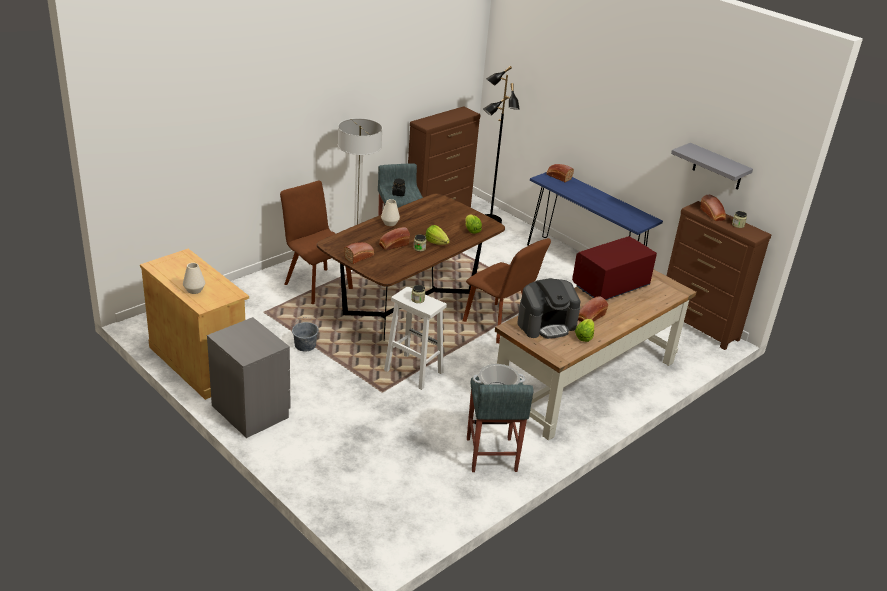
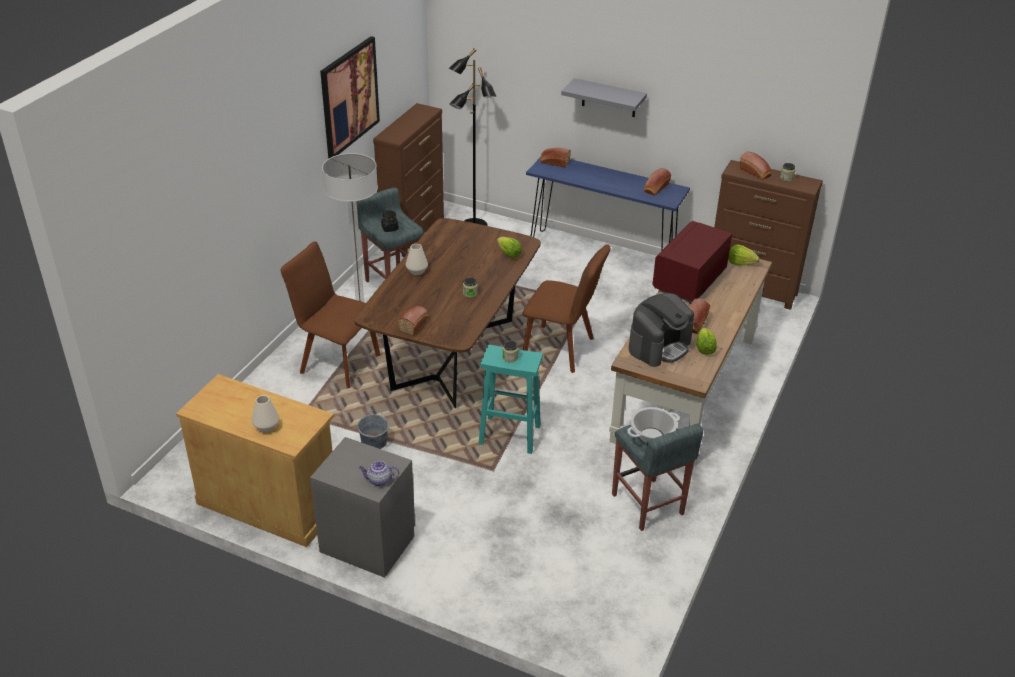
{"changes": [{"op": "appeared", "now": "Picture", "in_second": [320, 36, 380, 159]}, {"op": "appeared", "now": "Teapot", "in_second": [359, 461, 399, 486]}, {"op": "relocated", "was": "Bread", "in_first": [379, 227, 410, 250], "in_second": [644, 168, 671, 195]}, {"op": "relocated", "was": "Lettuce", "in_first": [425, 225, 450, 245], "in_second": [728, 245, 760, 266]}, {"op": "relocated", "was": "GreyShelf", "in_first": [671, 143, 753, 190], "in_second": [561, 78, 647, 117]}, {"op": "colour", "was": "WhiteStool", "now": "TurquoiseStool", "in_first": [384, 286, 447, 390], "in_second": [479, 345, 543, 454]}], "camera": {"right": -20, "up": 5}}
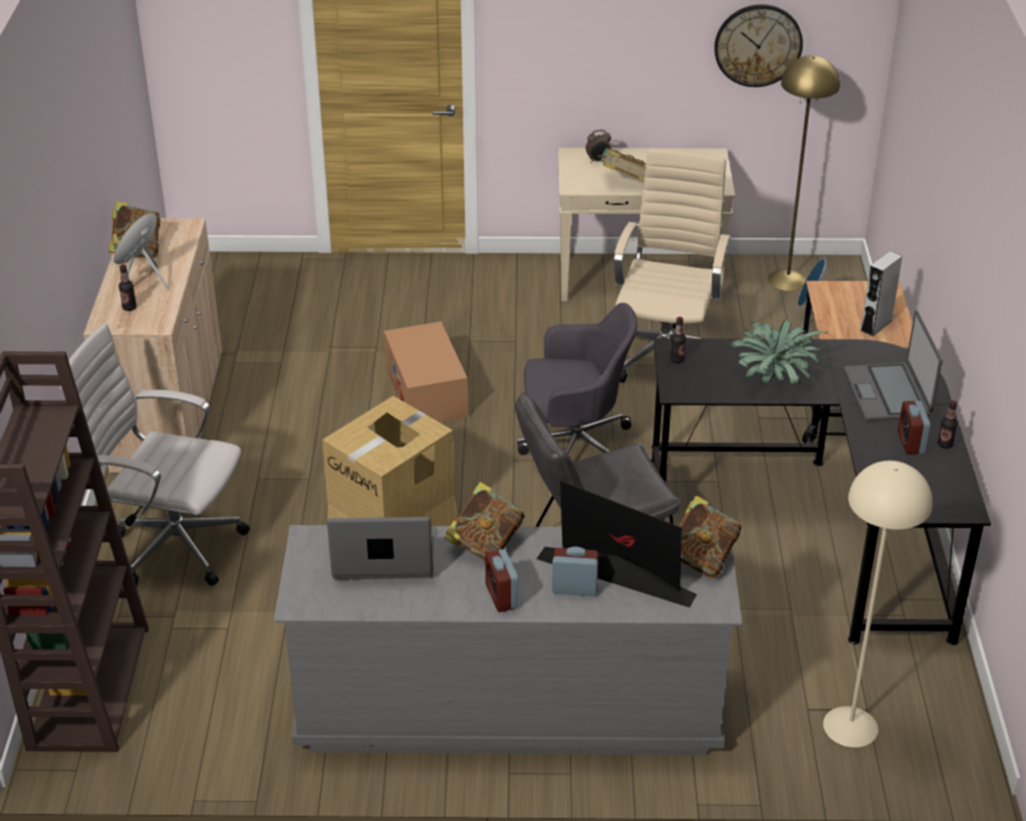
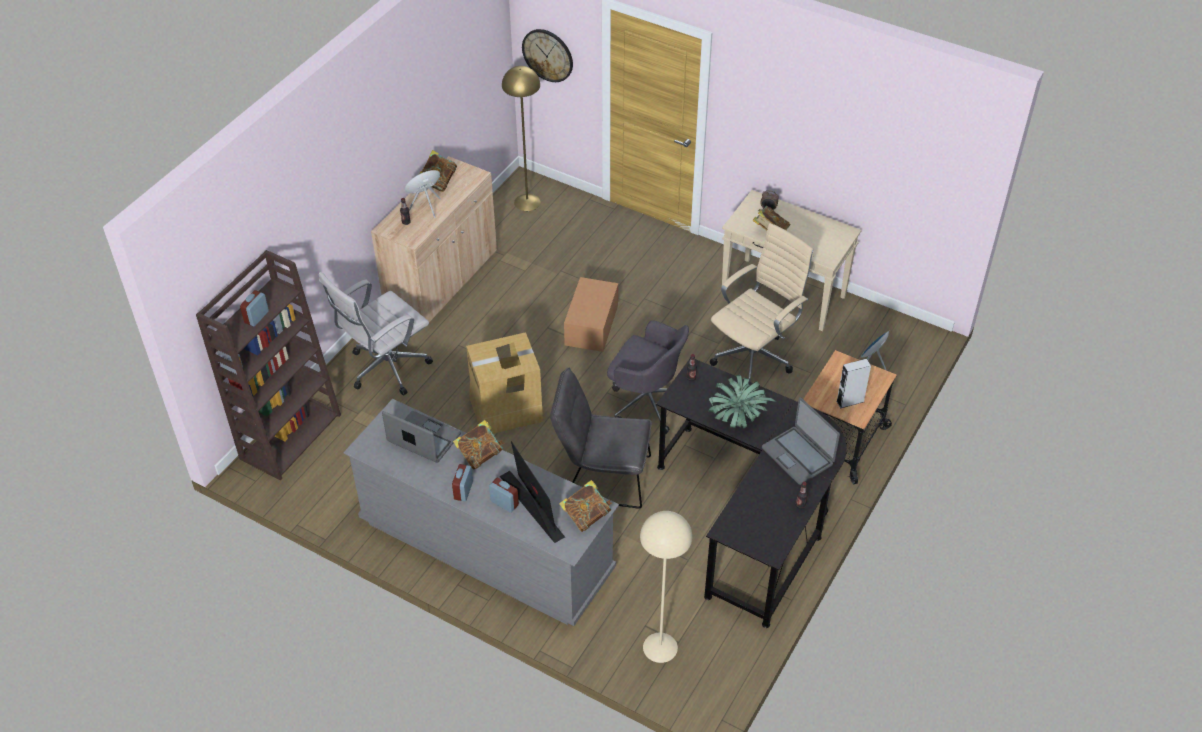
{"changes": [{"op": "relocated", "was": "WallClock", "in_first": [714, 4, 803, 87], "in_second": [522, 29, 573, 82]}, {"op": "relocated", "was": "YellowFloorLamp", "in_first": [768, 55, 840, 291], "in_second": [502, 66, 541, 211]}, {"op": "relocated", "was": "AlarmClock", "in_first": [898, 401, 930, 455], "in_second": [240, 290, 269, 326]}, {"op": "spun", "was": "WhiteOfficeChair", "in_first": [60, 323, 250, 586], "in_second": [319, 272, 433, 395], "clockwise": -90}, {"op": "spun", "was": "Laptop", "in_first": [844, 310, 943, 421], "in_second": [762, 397, 840, 485], "clockwise": -60}], "camera": {"right": 30, "up": 10}}
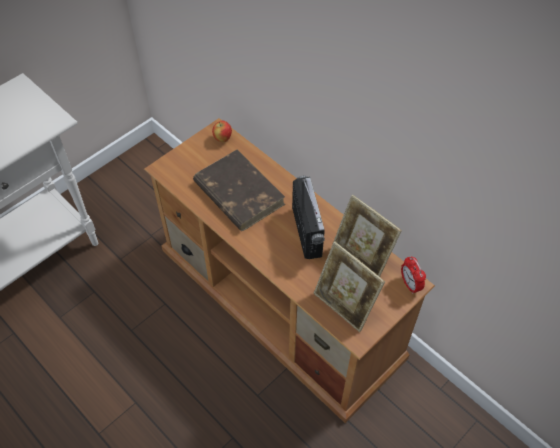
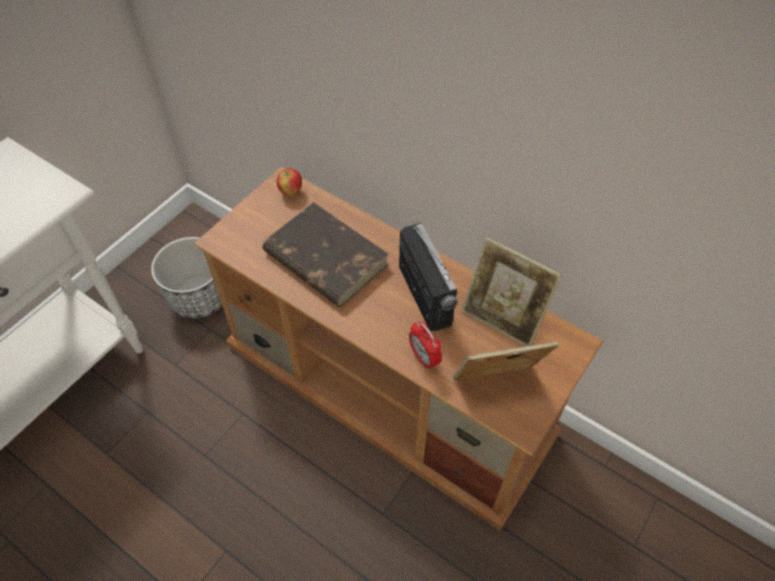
{"changes": [{"op": "appeared", "now": "Planter", "in_second": [151, 237, 222, 319]}, {"op": "relocated", "was": "AlarmClock", "in_first": [401, 256, 426, 294], "in_second": [409, 321, 442, 370]}, {"op": "spun", "was": "PictureFrame", "in_first": [314, 241, 385, 332], "in_second": [453, 342, 559, 380], "clockwise": 135}], "camera": {"right": -10, "up": 0}}
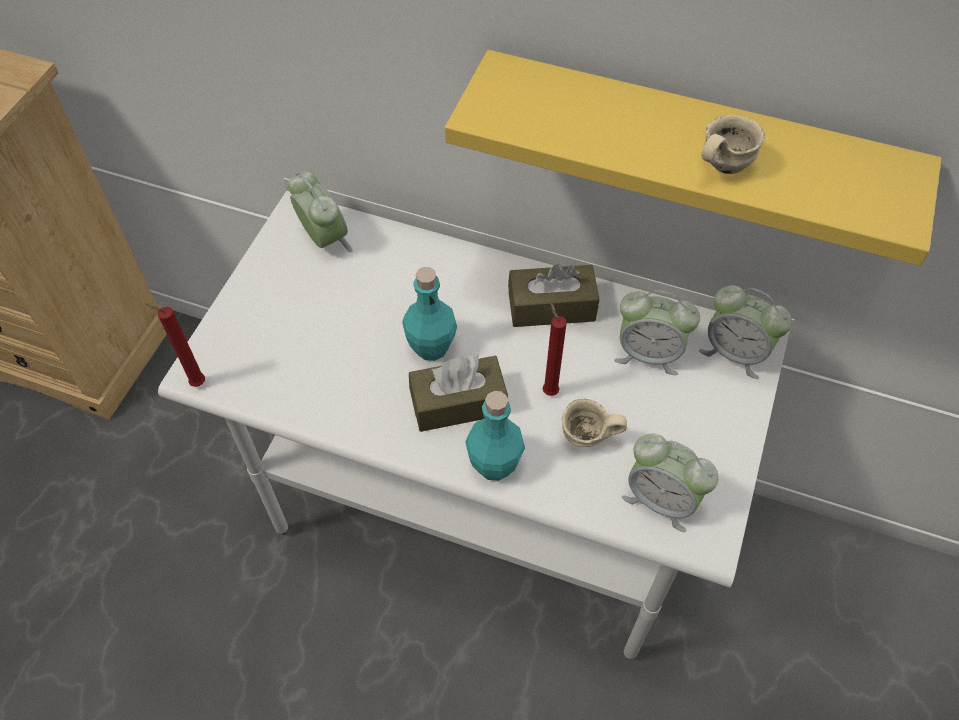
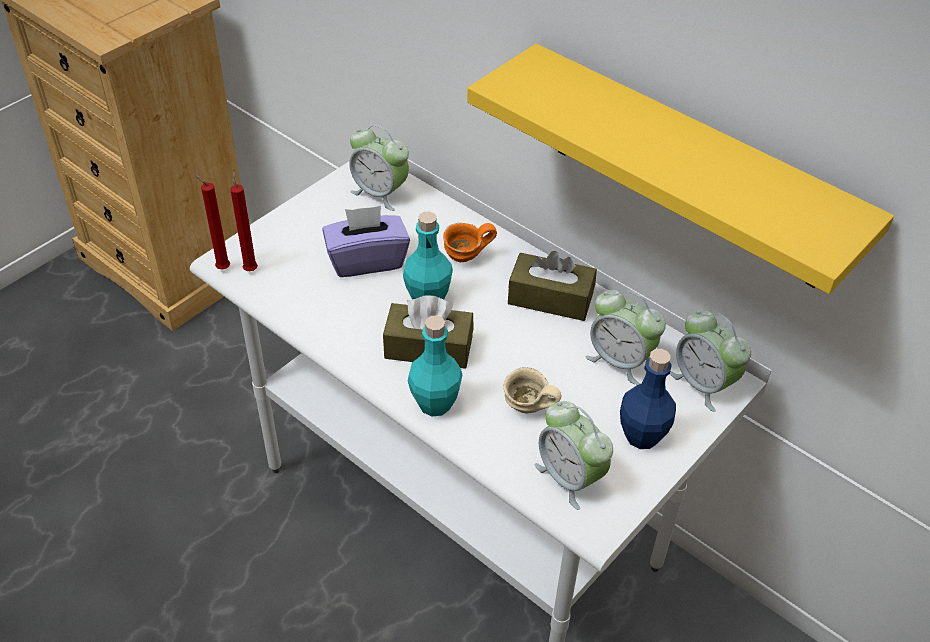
{"changes": [{"op": "missing", "was": "BeigeMug", "in_first": [701, 115, 765, 174]}, {"op": "appeared", "now": "PurpleTissueBox", "in_second": [322, 206, 410, 277]}, {"op": "appeared", "now": "OrangeMug", "in_second": [443, 223, 497, 262]}, {"op": "appeared", "now": "BlueBottle", "in_second": [620, 349, 676, 449]}, {"op": "relocated", "was": "RedCandle", "in_first": [542, 302, 567, 396], "in_second": [230, 170, 258, 271]}, {"op": "spun", "was": "AlarmClock", "in_first": [288, 170, 353, 252], "in_second": [349, 125, 409, 211], "clockwise": 135}], "camera": {"right": 20, "up": -10}}
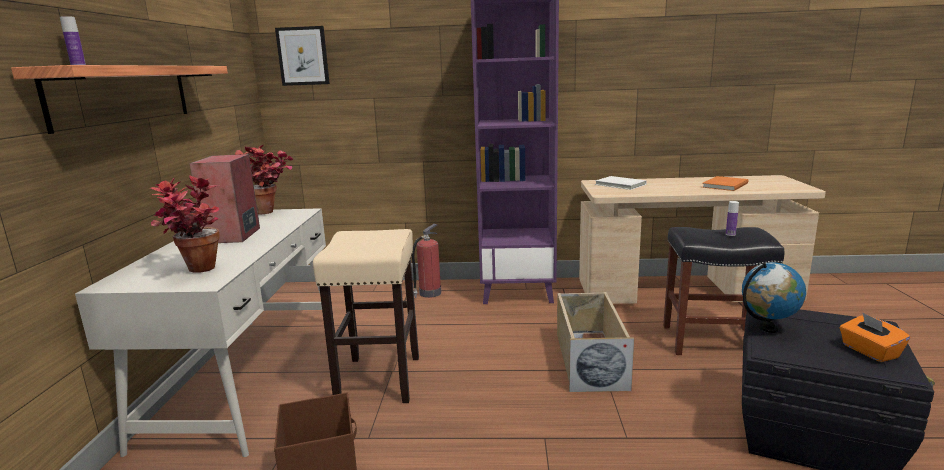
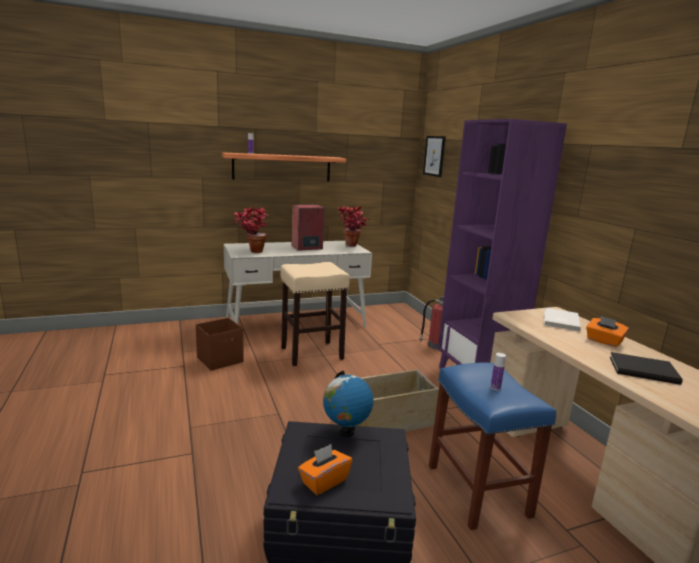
{"changes": [{"op": "appeared", "now": "OrangeTissueBox", "in_second": [586, 316, 629, 347]}, {"op": "colour", "was": "BlackStool", "now": "BlueStool", "in_first": [663, 227, 784, 355], "in_second": [429, 363, 556, 530]}, {"op": "colour", "was": "OrangeBook", "now": "BlackBook", "in_first": [702, 176, 749, 191], "in_second": [610, 352, 683, 385]}], "camera": {"right": 65, "up": 0}}
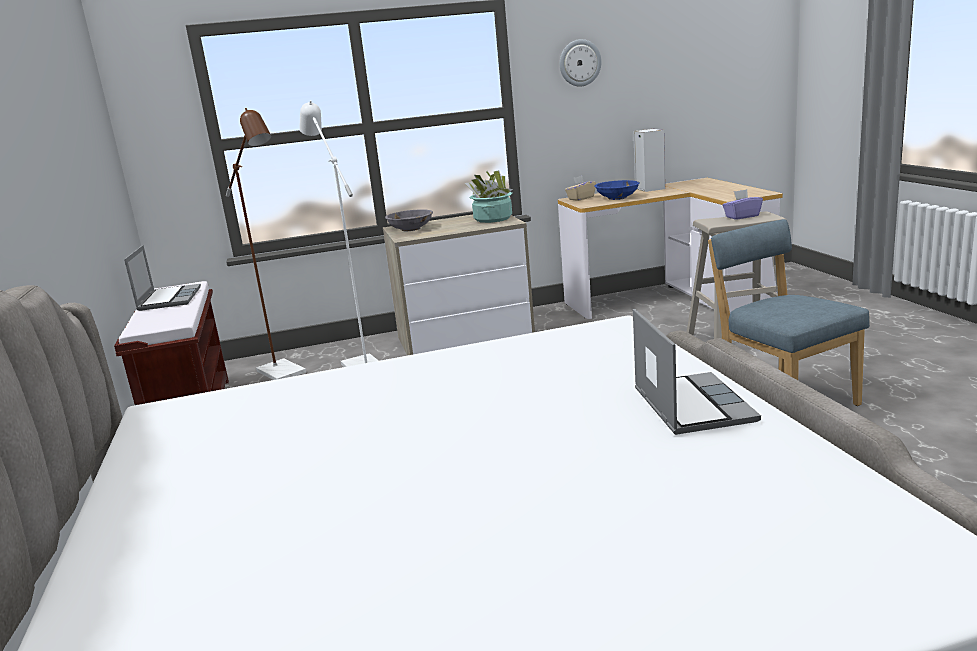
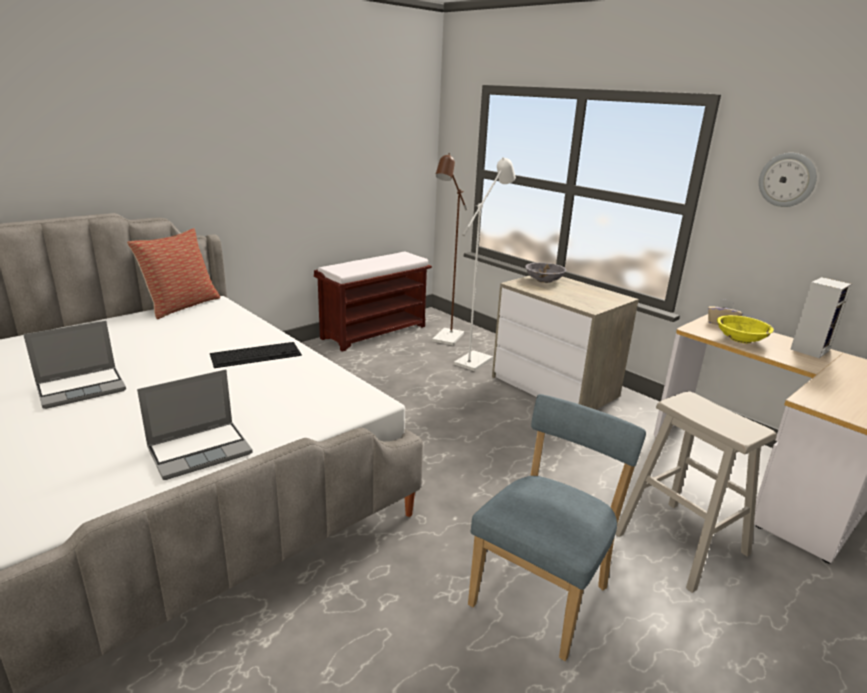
{"changes": [{"op": "missing", "was": "PottedPlant", "in_first": [465, 170, 513, 223]}, {"op": "missing", "was": "PurpleTissueBox", "in_first": [723, 189, 763, 220]}, {"op": "appeared", "now": "Pillow", "in_second": [127, 228, 220, 319]}, {"op": "appeared", "now": "Keyboard", "in_second": [210, 342, 302, 368]}, {"op": "relocated", "was": "Laptop", "in_first": [124, 245, 201, 311], "in_second": [23, 321, 126, 409]}, {"op": "colour", "was": "BlueBowl", "now": "YellowBowl", "in_first": [594, 180, 640, 200], "in_second": [717, 315, 774, 343]}], "camera": {"right": 60, "up": 5}}
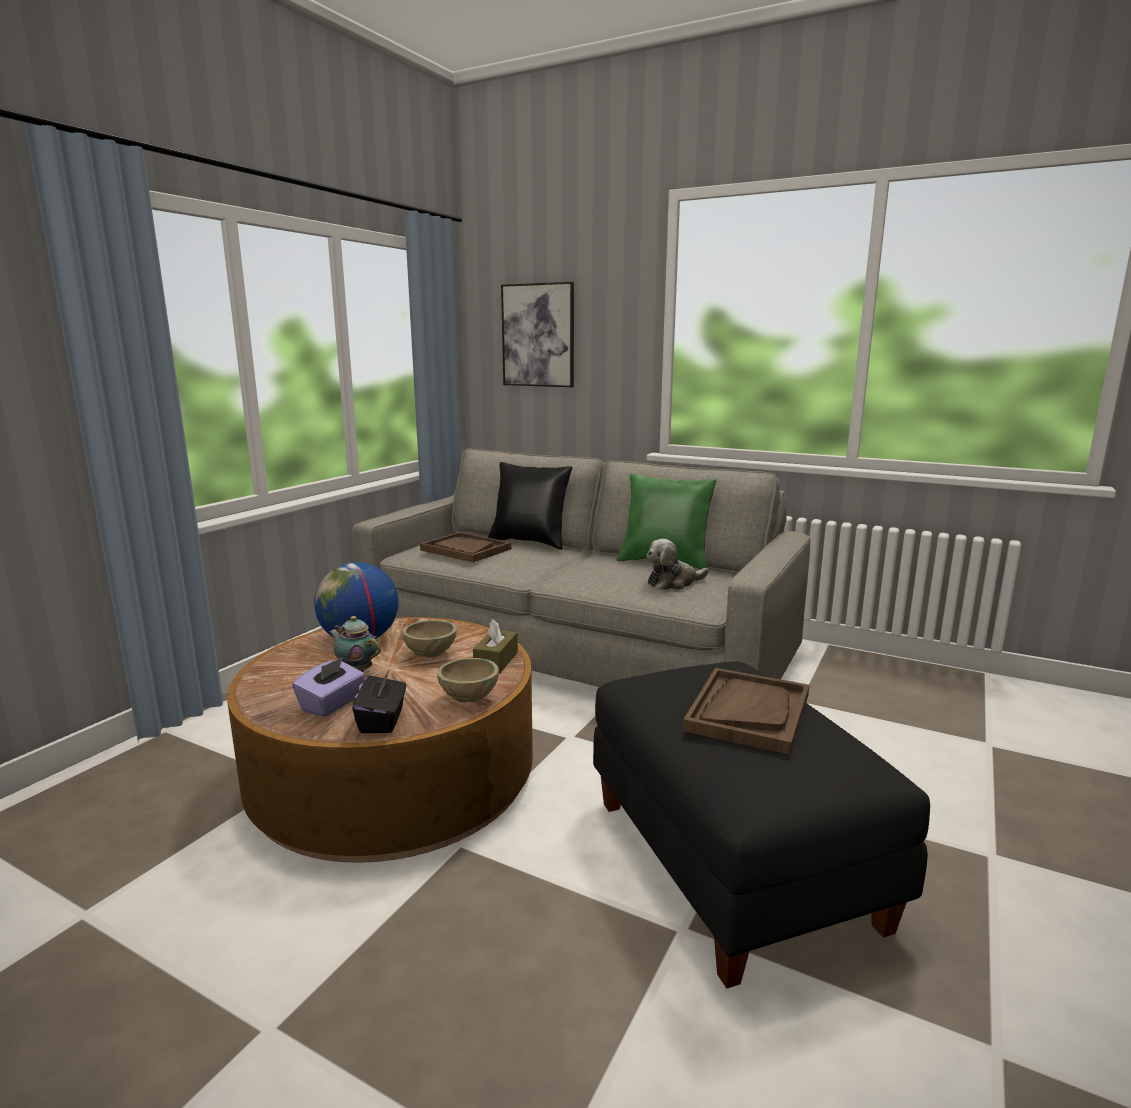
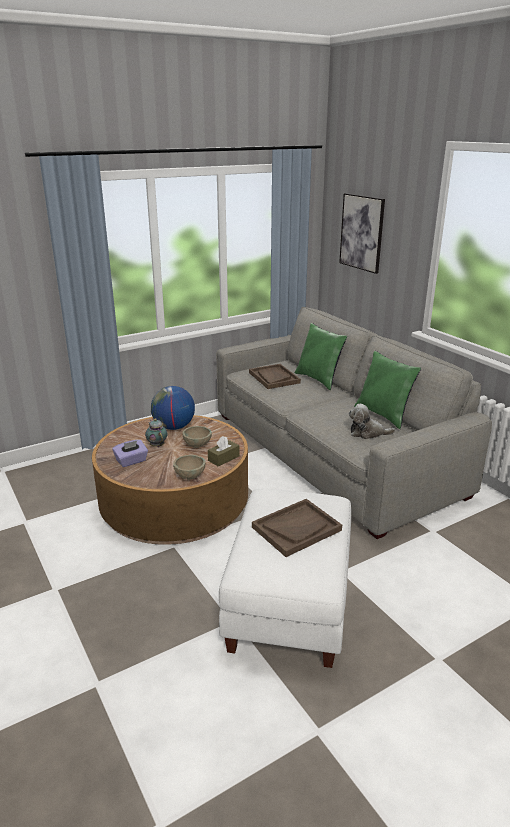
{"changes": [{"op": "missing", "was": "BlackTissueBox", "in_first": [352, 670, 406, 733]}, {"op": "colour", "was": "BlackPillow", "now": "GreenPillow", "in_first": [488, 462, 572, 550], "in_second": [295, 323, 347, 390]}, {"op": "colour", "was": "BlackOttoman", "now": "WhiteOttoman", "in_first": [593, 661, 930, 989], "in_second": [219, 489, 351, 668]}], "camera": {"right": 30, "up": 10}}
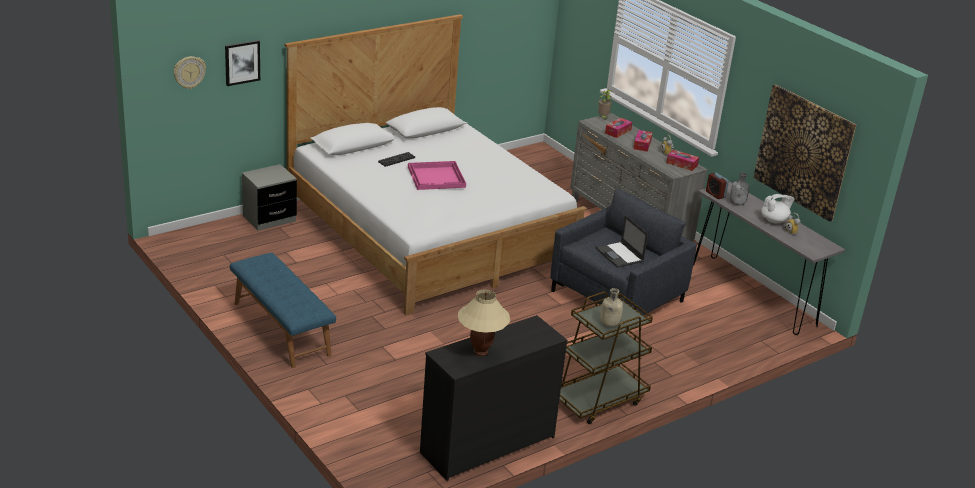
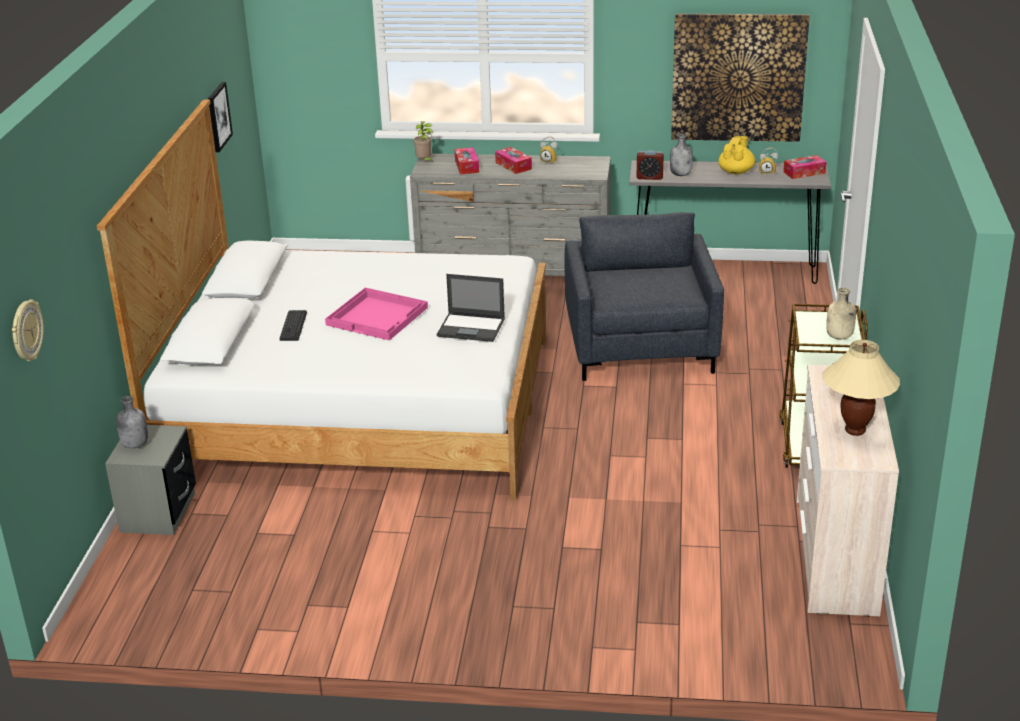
{"changes": [{"op": "missing", "was": "BlueBench", "in_first": [230, 253, 336, 368]}, {"op": "appeared", "now": "GreyBottle", "in_second": [116, 396, 148, 448]}, {"op": "relocated", "was": "Picture", "in_first": [225, 40, 260, 86], "in_second": [208, 82, 233, 152]}, {"op": "relocated", "was": "Laptop", "in_first": [596, 215, 648, 268], "in_second": [437, 274, 505, 342]}, {"op": "relocated", "was": "TissueBox", "in_first": [666, 149, 699, 171], "in_second": [783, 155, 826, 179]}, {"op": "colour", "was": "BlackDresser", "now": "BeigeDresser", "in_first": [420, 315, 568, 481], "in_second": [797, 365, 899, 617]}, {"op": "colour", "was": "WhiteTeapot", "now": "YellowTeapot", "in_first": [761, 194, 795, 223], "in_second": [718, 136, 755, 174]}], "camera": {"right": -45, "up": 0}}
